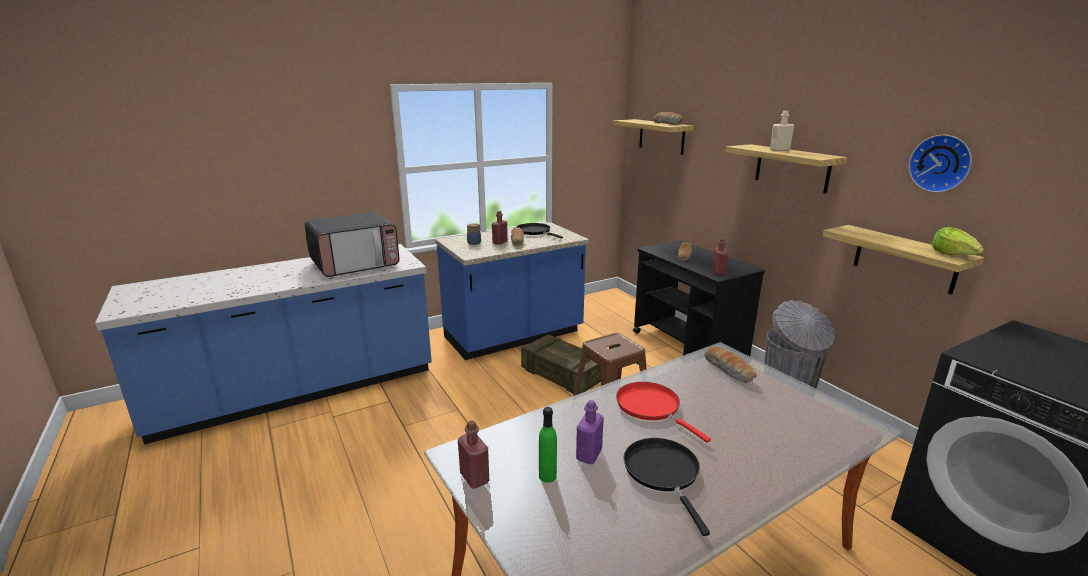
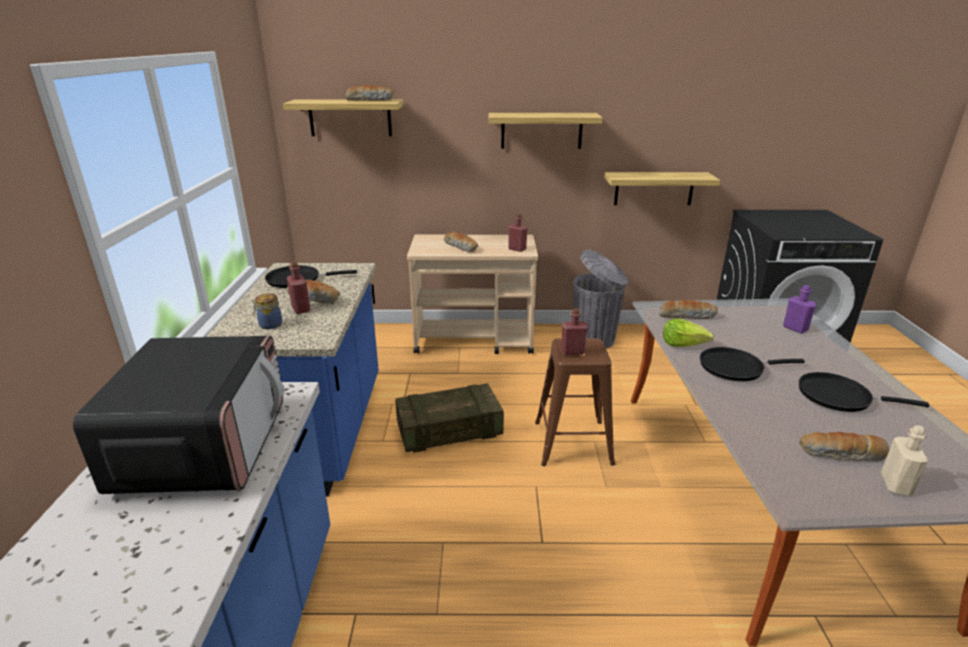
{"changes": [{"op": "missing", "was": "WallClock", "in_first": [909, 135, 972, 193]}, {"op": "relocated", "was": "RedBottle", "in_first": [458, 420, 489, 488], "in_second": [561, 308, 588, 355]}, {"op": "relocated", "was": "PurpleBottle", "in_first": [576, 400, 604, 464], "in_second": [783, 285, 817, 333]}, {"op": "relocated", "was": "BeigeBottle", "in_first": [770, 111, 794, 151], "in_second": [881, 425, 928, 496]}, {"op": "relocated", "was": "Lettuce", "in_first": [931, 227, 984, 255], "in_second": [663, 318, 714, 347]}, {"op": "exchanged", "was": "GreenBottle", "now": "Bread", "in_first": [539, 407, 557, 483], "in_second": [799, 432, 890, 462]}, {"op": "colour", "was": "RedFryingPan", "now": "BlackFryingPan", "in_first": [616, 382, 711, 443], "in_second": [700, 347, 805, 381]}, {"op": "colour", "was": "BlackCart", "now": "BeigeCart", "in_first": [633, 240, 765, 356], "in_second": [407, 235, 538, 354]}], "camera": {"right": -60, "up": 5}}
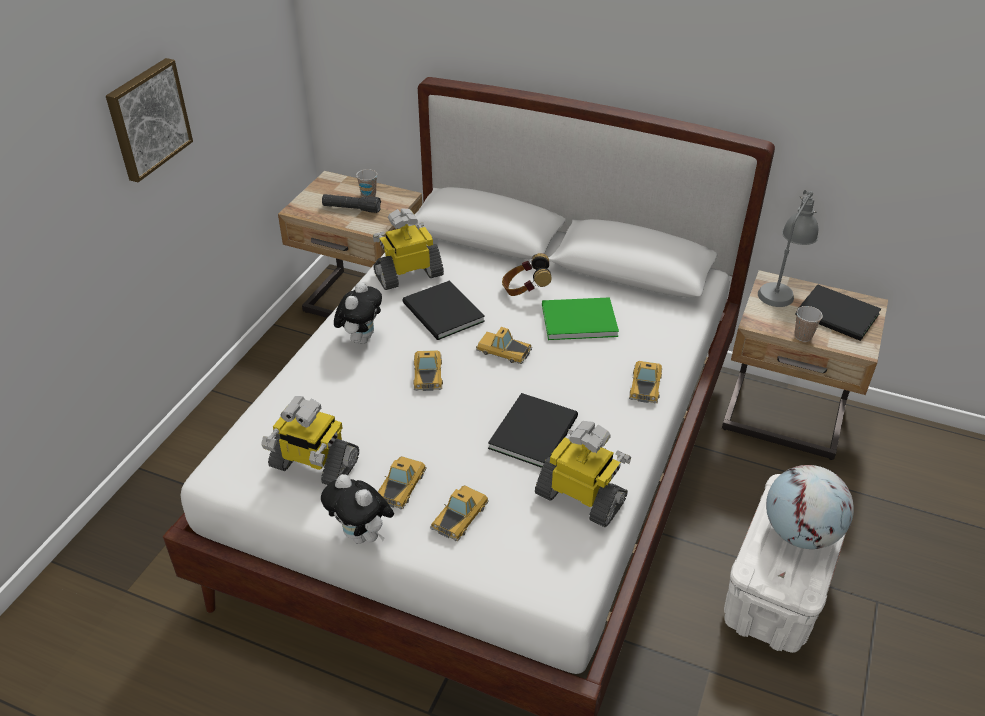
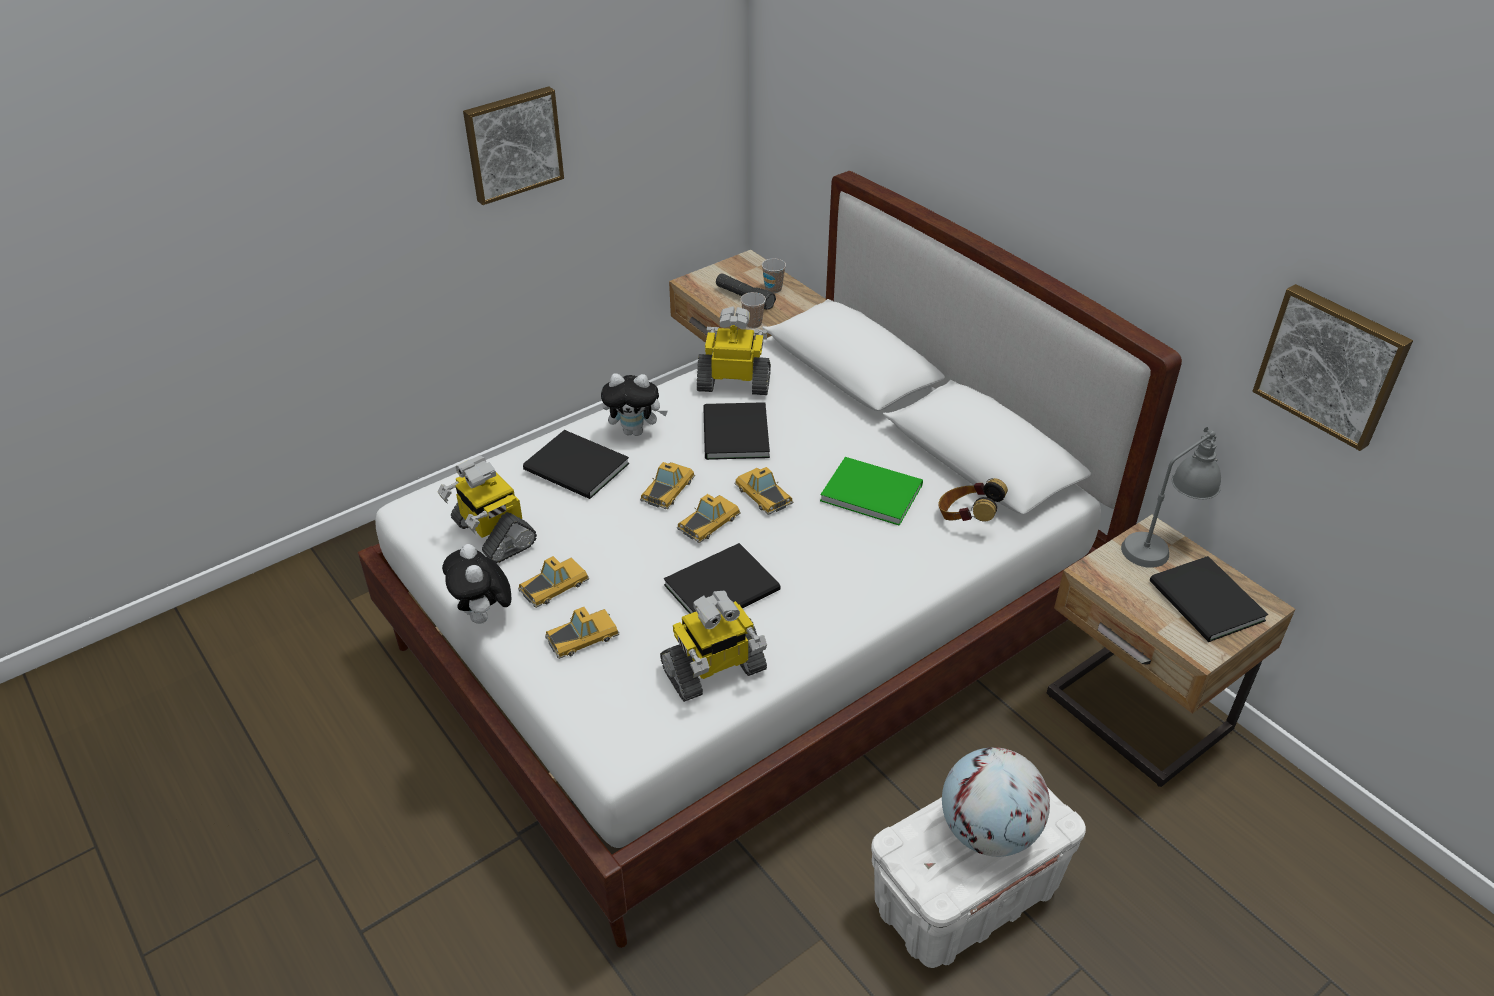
{"changes": [{"op": "appeared", "now": "BlackBook", "in_second": [523, 430, 629, 499]}, {"op": "appeared", "now": "Picture", "in_second": [1253, 284, 1413, 451]}, {"op": "relocated", "was": "Headphones", "in_first": [502, 253, 552, 296], "in_second": [938, 478, 1008, 522]}, {"op": "relocated", "was": "ToyCar", "in_first": [629, 361, 662, 404], "in_second": [677, 494, 741, 543]}, {"op": "relocated", "was": "Cup", "in_first": [795, 306, 823, 342], "in_second": [740, 292, 766, 329]}, {"op": "spun", "was": "PlushToy", "in_first": [334, 282, 382, 344], "in_second": [601, 373, 668, 436], "clockwise": 45}, {"op": "spun", "was": "ToyRobot", "in_first": [535, 421, 631, 527], "in_second": [660, 590, 767, 702], "clockwise": 90}], "camera": {"right": 30, "up": 0}}
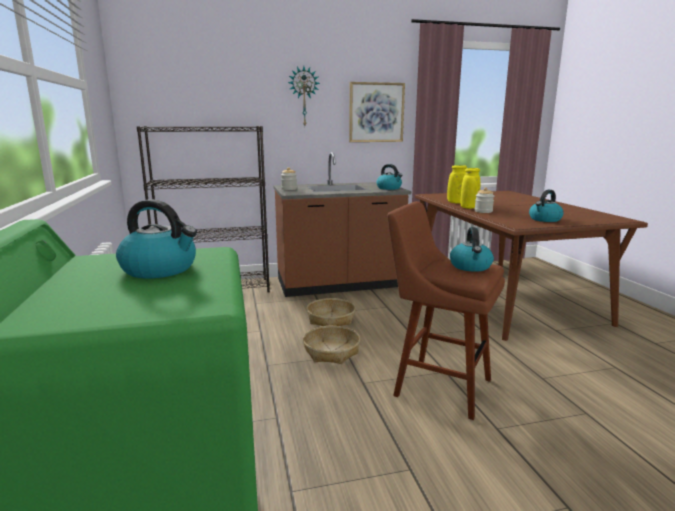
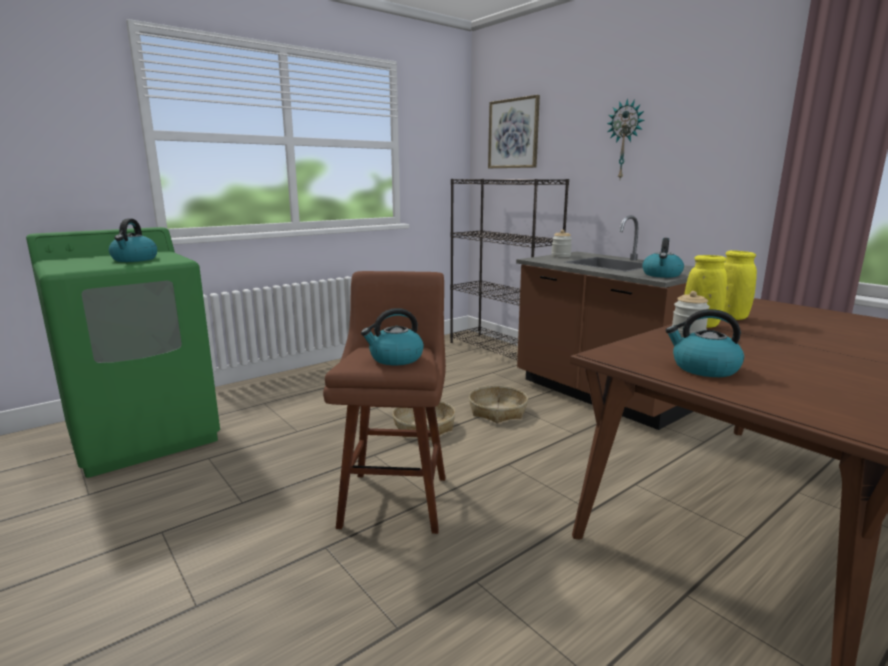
{"changes": [{"op": "relocated", "was": "Picture", "in_first": [349, 82, 405, 142], "in_second": [488, 95, 540, 168]}], "camera": {"right": 65, "up": 0}}
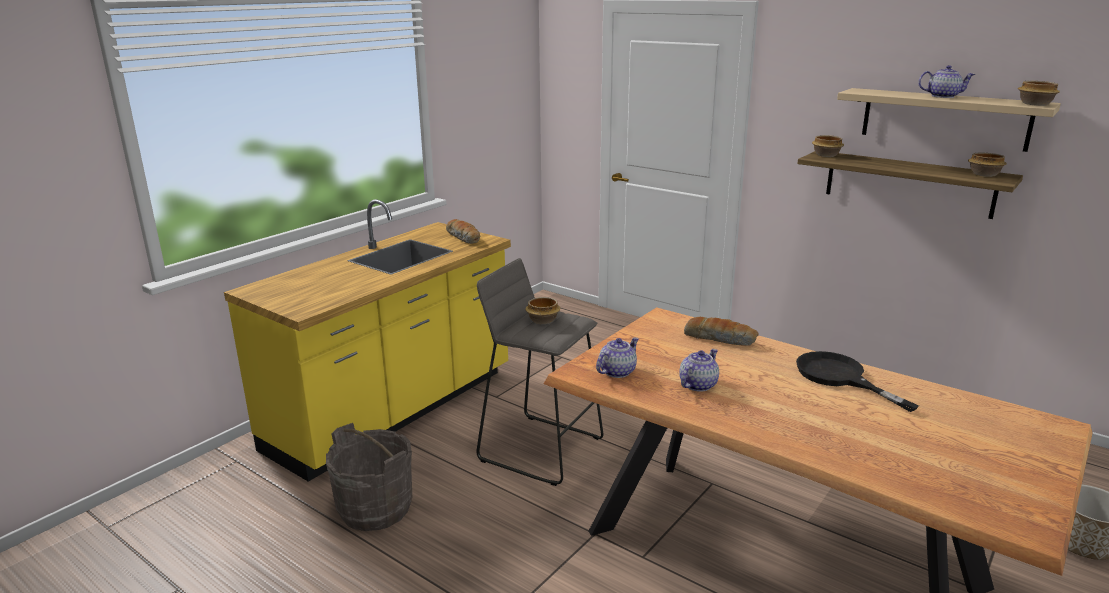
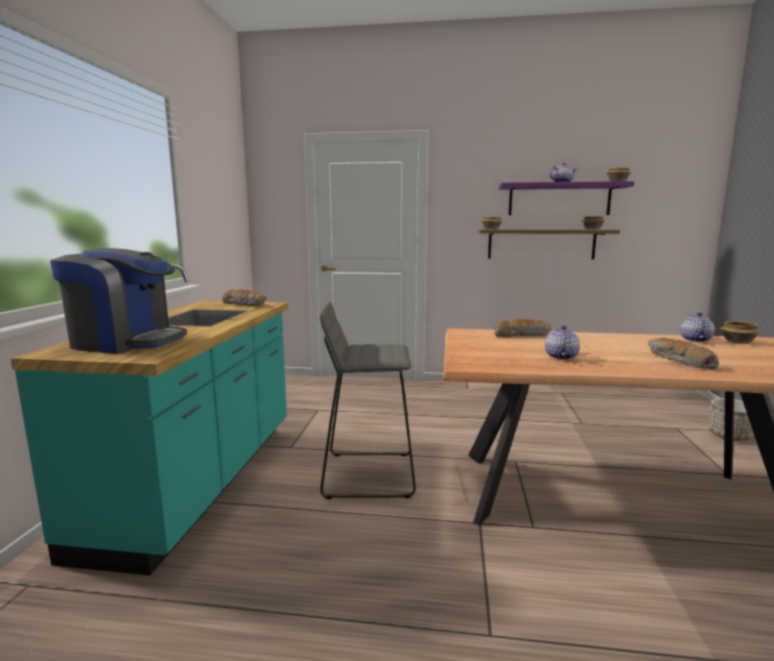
{"changes": [{"op": "missing", "was": "GreyBucket", "in_first": [326, 423, 412, 531]}, {"op": "missing", "was": "BlackFryingPan", "in_first": [796, 351, 919, 412]}, {"op": "appeared", "now": "CoffeeMachine", "in_second": [50, 248, 187, 354]}, {"op": "appeared", "now": "Bread", "in_second": [648, 338, 719, 370]}, {"op": "relocated", "was": "Bowl", "in_first": [525, 297, 560, 324], "in_second": [720, 321, 760, 344]}, {"op": "relocated", "was": "Teapot", "in_first": [596, 337, 639, 378], "in_second": [680, 312, 715, 342]}, {"op": "colour", "was": "YellowCounter", "now": "TurquoiseCounter", "in_first": [224, 199, 511, 482], "in_second": [10, 264, 288, 575]}, {"op": "colour", "was": "BeigeShelf", "now": "PurpleShelf", "in_first": [837, 88, 1061, 152], "in_second": [499, 181, 634, 215]}], "camera": {"right": -30, "up": -10}}
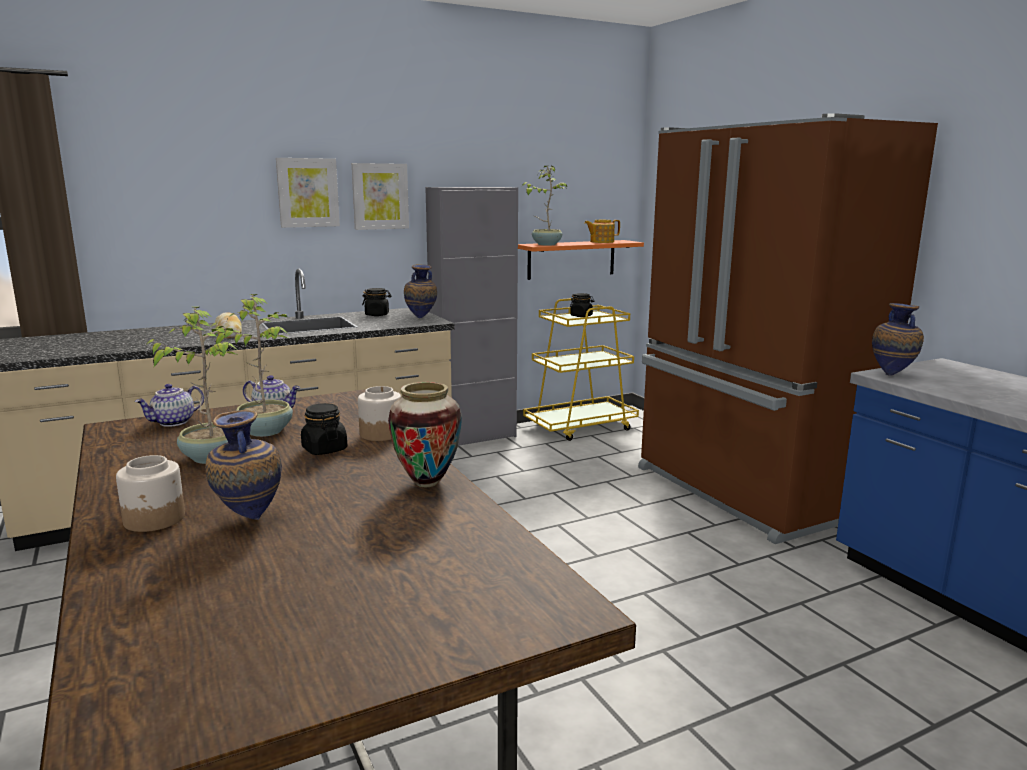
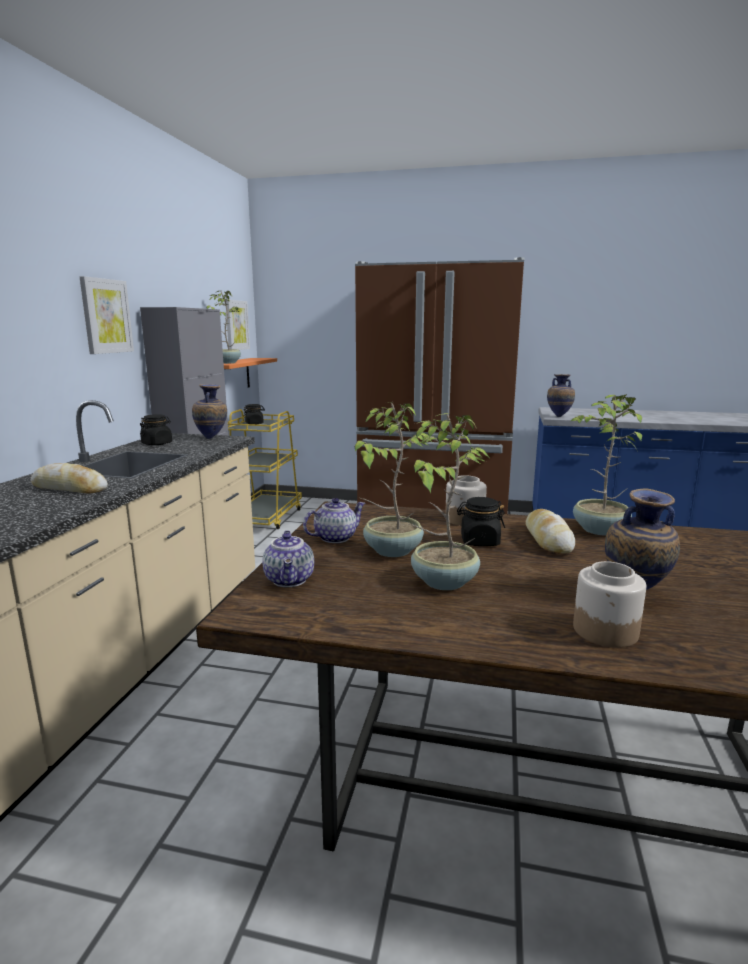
{"changes": [{"op": "missing", "was": "Teapot", "in_first": [584, 220, 620, 243]}, {"op": "appeared", "now": "Bread", "in_second": [525, 509, 575, 554]}, {"op": "relocated", "was": "Picture", "in_first": [276, 158, 340, 228], "in_second": [225, 300, 250, 350]}, {"op": "exchanged", "was": "Vase", "now": "PottedPlant", "in_first": [388, 382, 462, 487], "in_second": [571, 394, 642, 536]}], "camera": {"right": -50, "up": 0}}
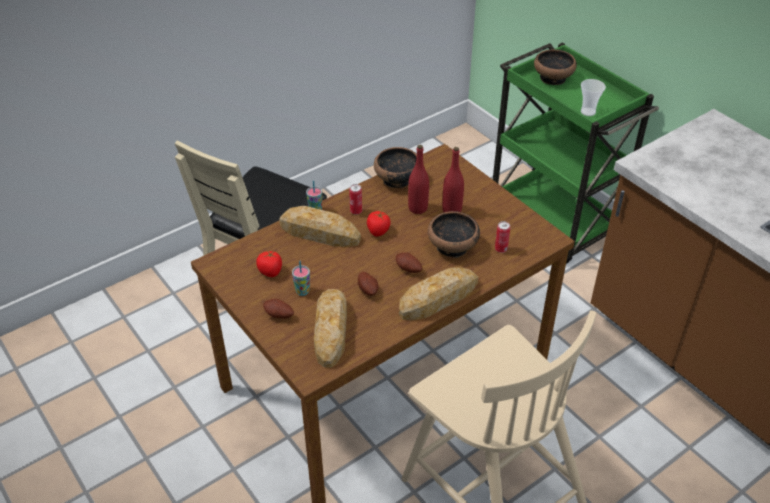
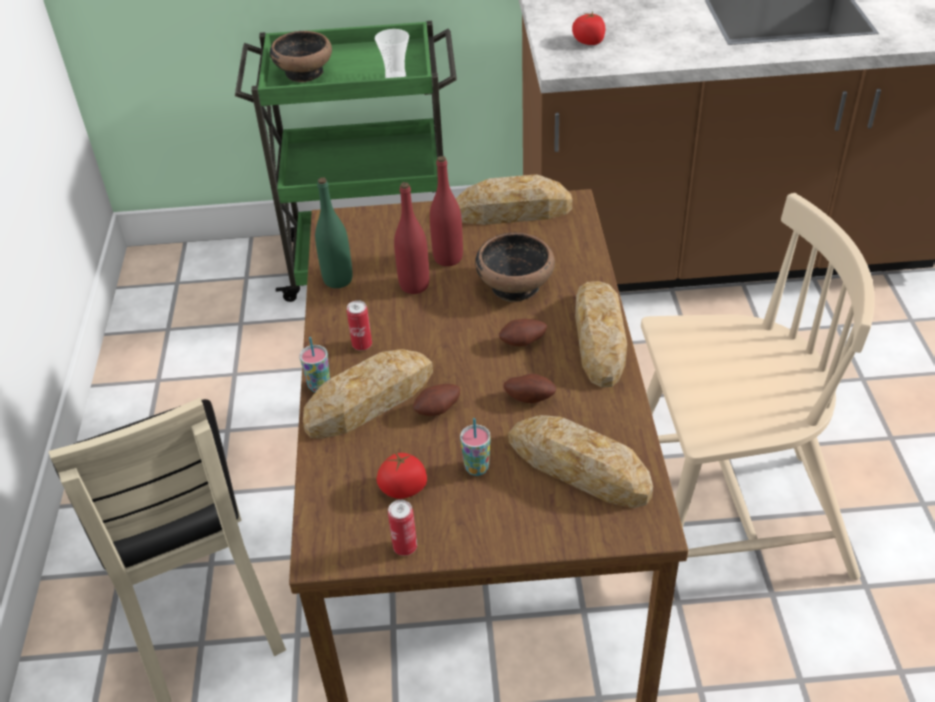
{"changes": [{"op": "appeared", "now": "Bread", "in_second": [456, 174, 572, 225]}, {"op": "relocated", "was": "Potato", "in_first": [263, 299, 294, 319], "in_second": [413, 384, 460, 416]}, {"op": "relocated", "was": "Tomato", "in_first": [367, 211, 391, 236], "in_second": [572, 12, 605, 45]}, {"op": "relocated", "was": "Can", "in_first": [495, 221, 510, 253], "in_second": [388, 500, 417, 556]}, {"op": "exchanged", "was": "Bowl", "now": "GreenBottle", "in_first": [374, 147, 417, 188], "in_second": [315, 177, 353, 288]}], "camera": {"right": -55, "up": 0}}
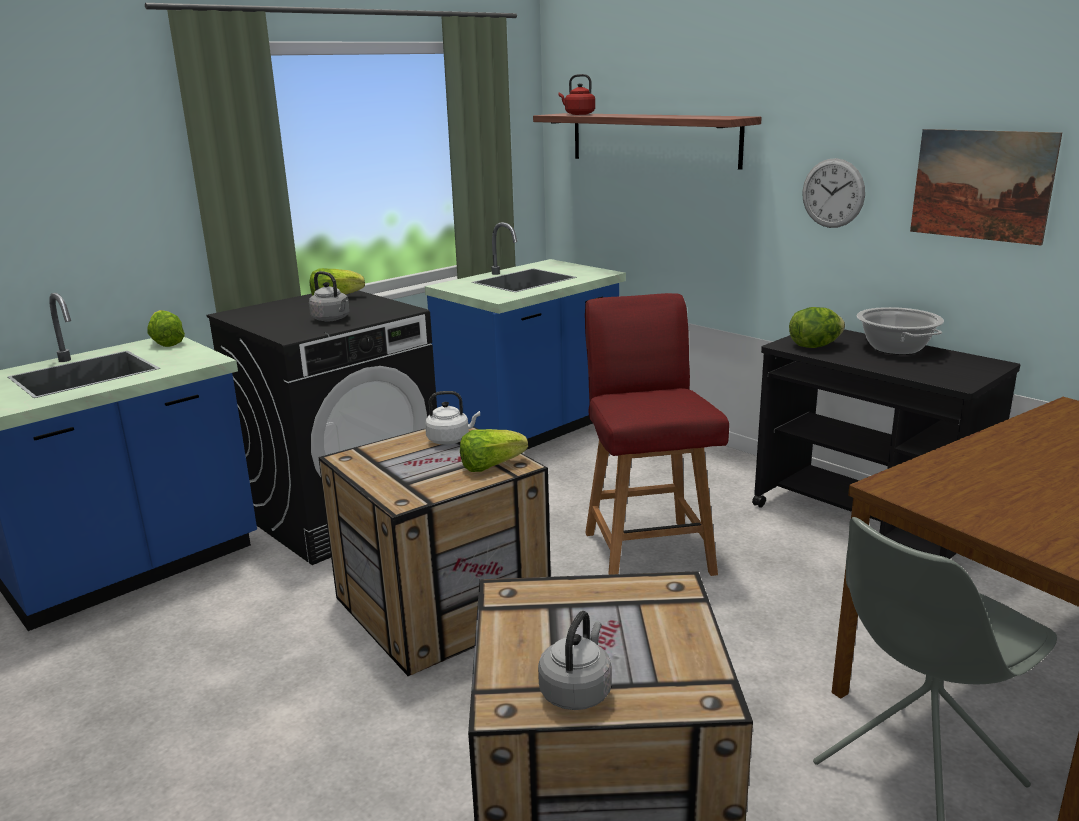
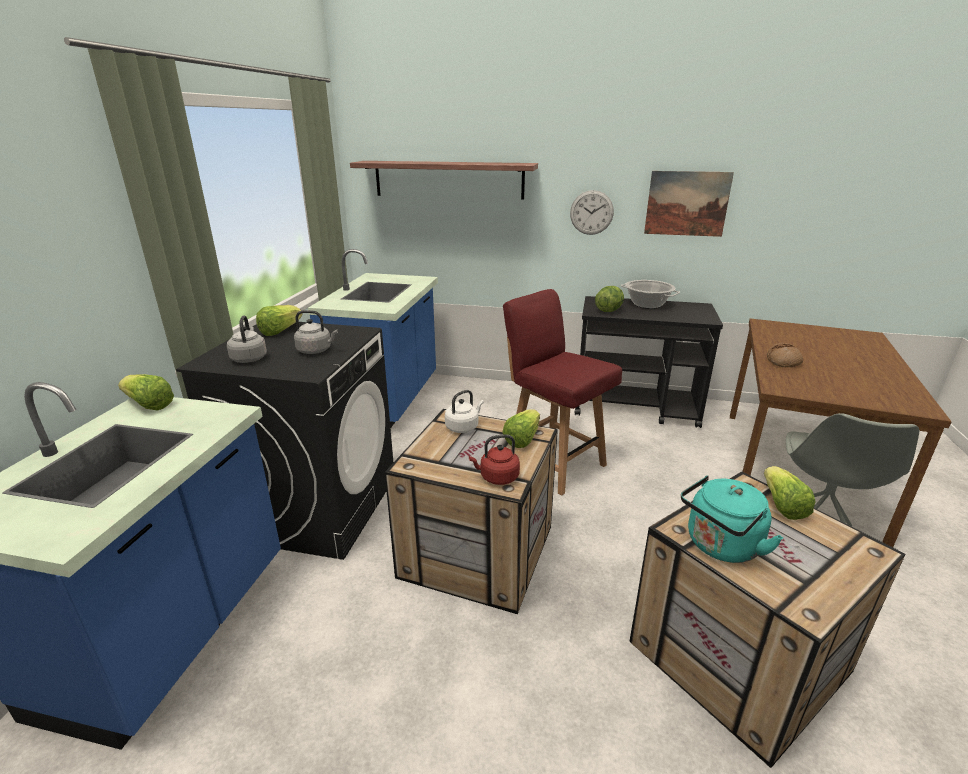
{"changes": [{"op": "appeared", "now": "TurquoiseKettle", "in_second": [681, 475, 783, 563]}, {"op": "appeared", "now": "Lettuce", "in_second": [764, 466, 816, 520]}, {"op": "appeared", "now": "Bread", "in_second": [767, 343, 803, 367]}, {"op": "relocated", "was": "GreyKettle", "in_first": [538, 611, 612, 710], "in_second": [227, 315, 267, 363]}, {"op": "relocated", "was": "RedKettle", "in_first": [559, 74, 595, 115], "in_second": [469, 434, 520, 485]}], "camera": {"right": -35, "up": 5}}
